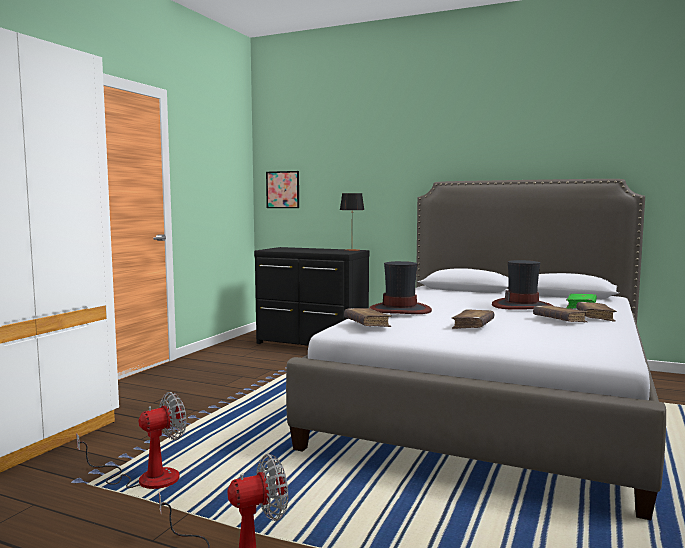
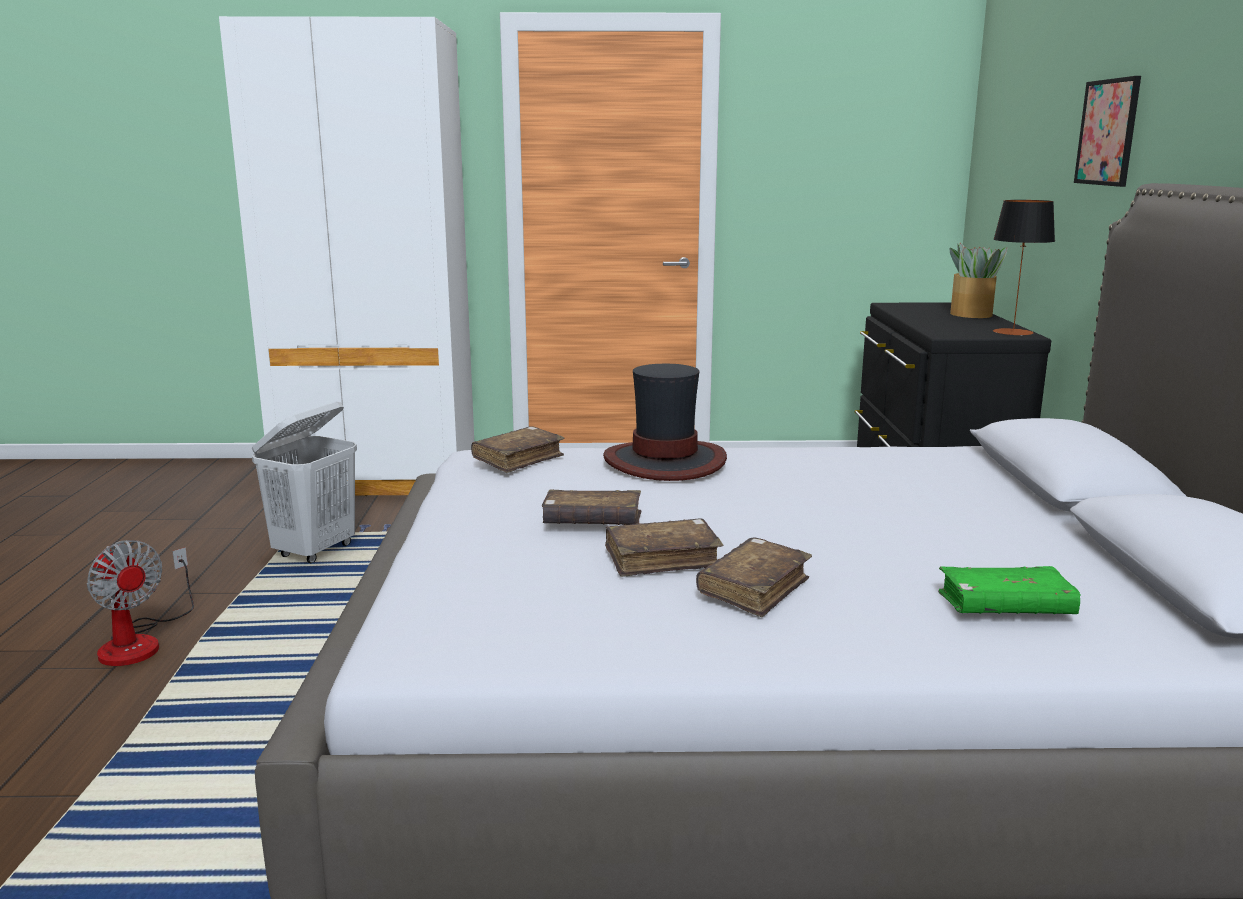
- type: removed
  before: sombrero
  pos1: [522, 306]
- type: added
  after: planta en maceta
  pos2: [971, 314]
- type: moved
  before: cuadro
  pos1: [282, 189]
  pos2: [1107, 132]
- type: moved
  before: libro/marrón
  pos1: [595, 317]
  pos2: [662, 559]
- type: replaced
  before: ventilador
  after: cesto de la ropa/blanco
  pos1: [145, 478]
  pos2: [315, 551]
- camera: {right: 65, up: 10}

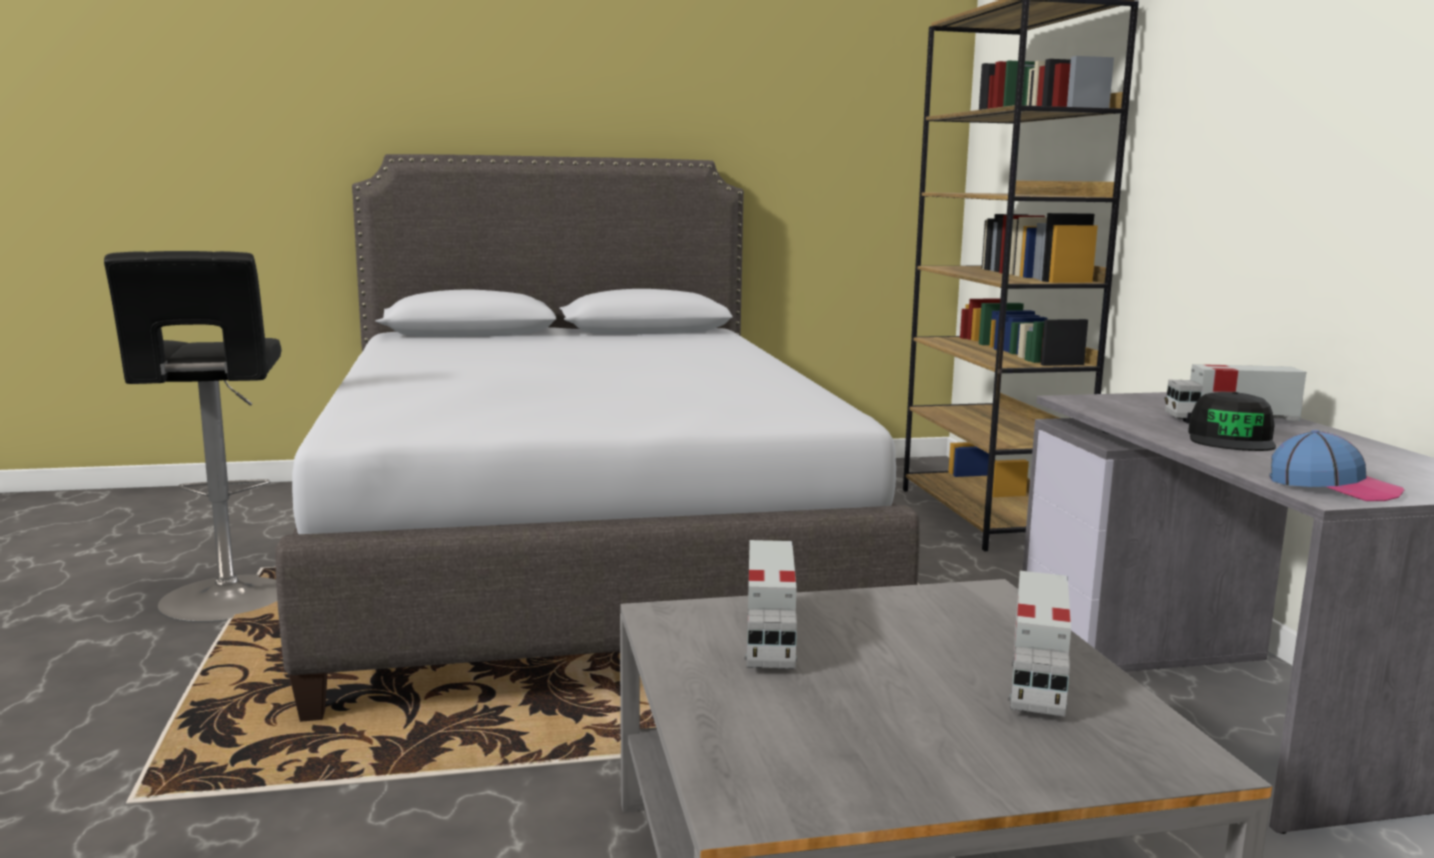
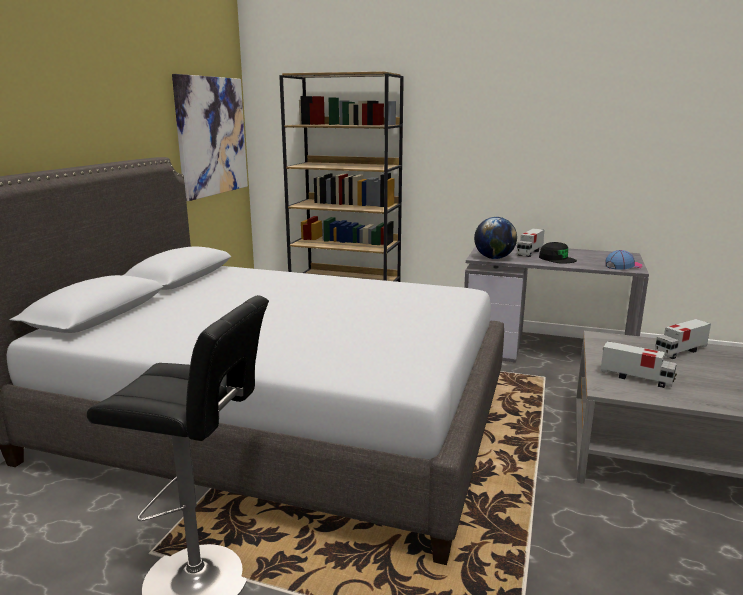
- type: added
  after: cuadro
  pos2: [212, 136]
- type: added
  after: globo terráqueo
  pos2: [494, 258]
- type: turned
  before: camión de juguete
  pos1: [1037, 680]
  pos2: [680, 351]
  turn: 105
- camera: {right: -60, up: 5}

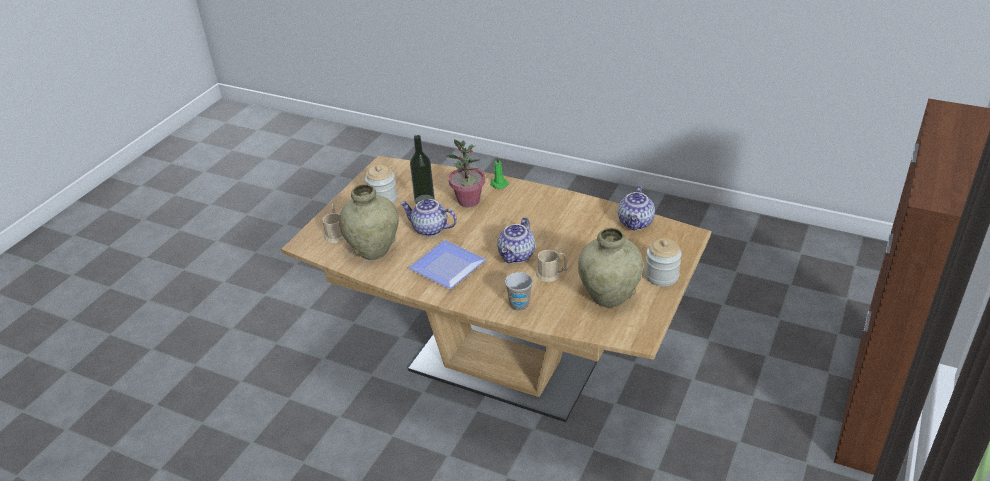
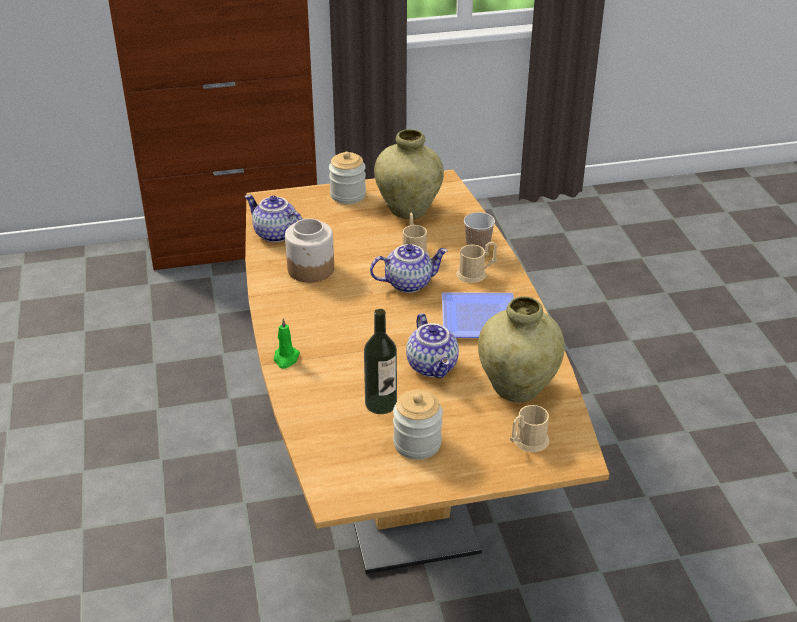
- type: removed
  before: planta en maceta
  pos1: [468, 201]
- type: added
  after: tarro
  pos2: [311, 269]
- type: added
  after: taza grande/beis
  pos2: [476, 273]
- type: turned
  before: tetera
  pos1: [636, 223]
  pos2: [274, 234]
  turn: -120
- camera: {right: -130, up: 0}

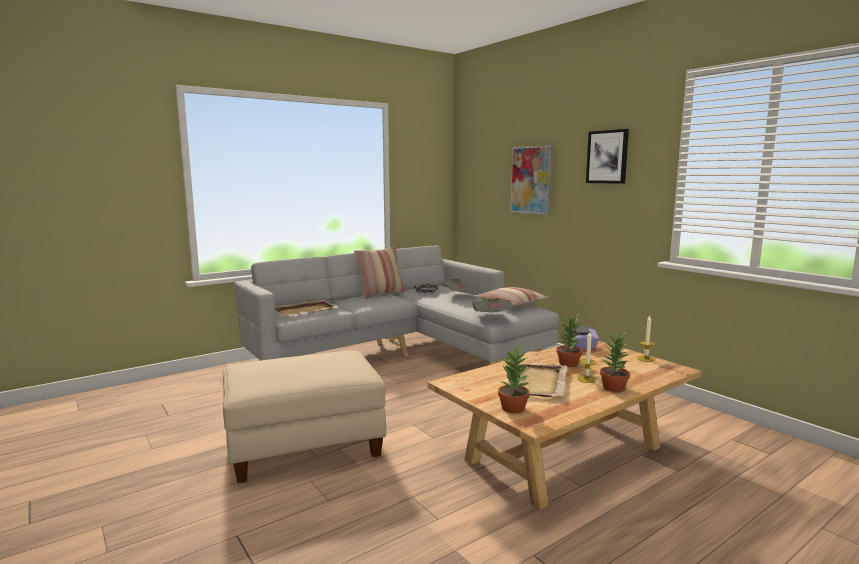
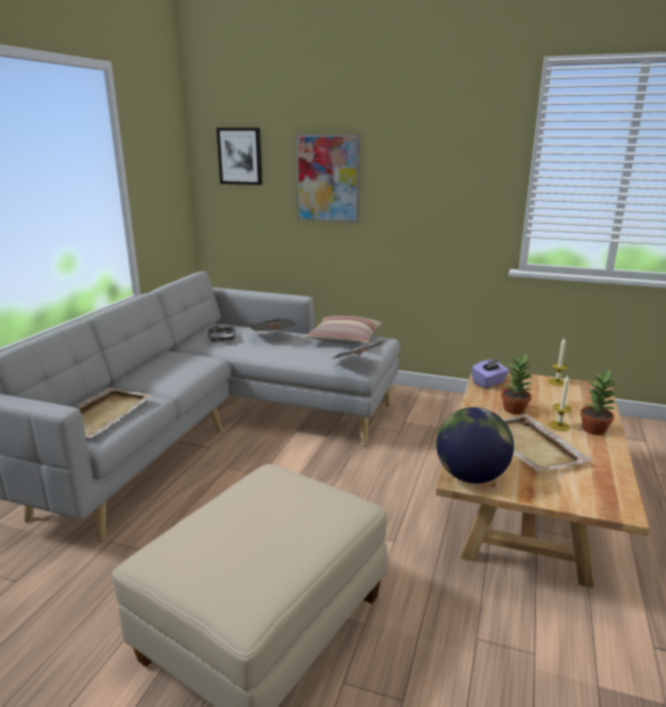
- type: removed
  before: cojín
  pos1: [381, 294]
- type: removed
  before: planta en maceta
  pos1: [513, 408]
- type: added
  after: globo terráqueo
  pos2: [470, 476]
- type: moved
  before: cuadro
  pos1: [607, 157]
  pos2: [240, 156]
- camera: {right: -35, up: 10}

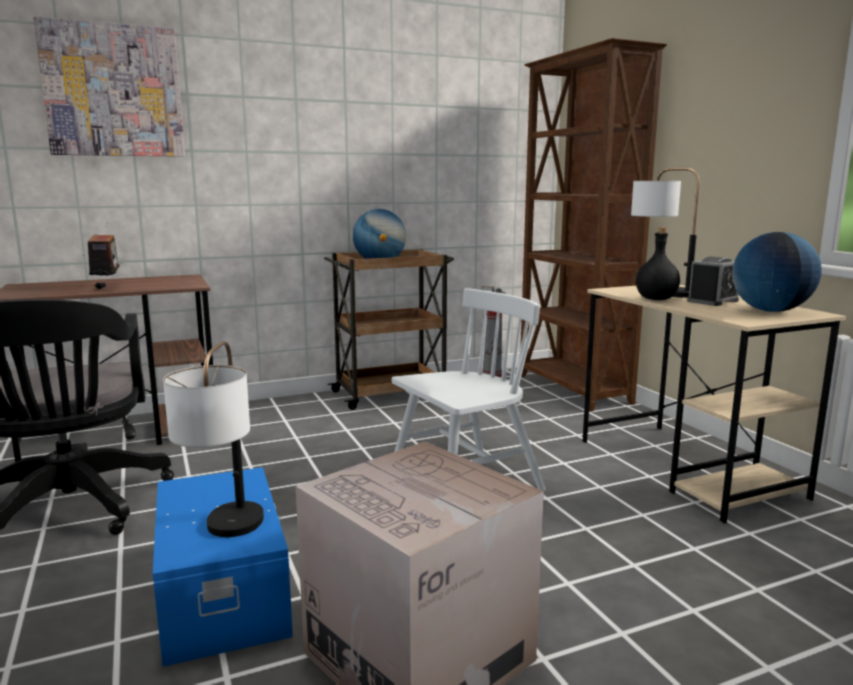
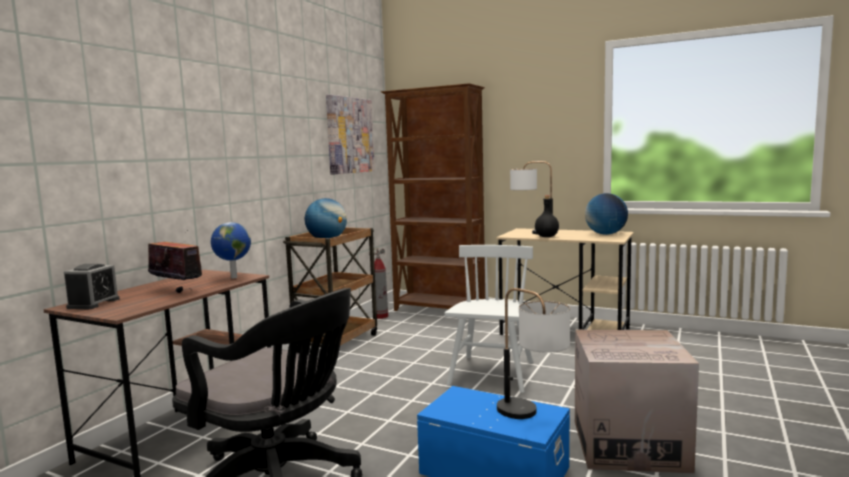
- type: added
  after: globo terráqueo
  pos2: [233, 277]
- type: moved
  before: cuadro
  pos1: [113, 91]
  pos2: [350, 135]
- type: moved
  before: despertador
  pos1: [712, 301]
  pos2: [93, 303]
- camera: {right: -40, up: -5}

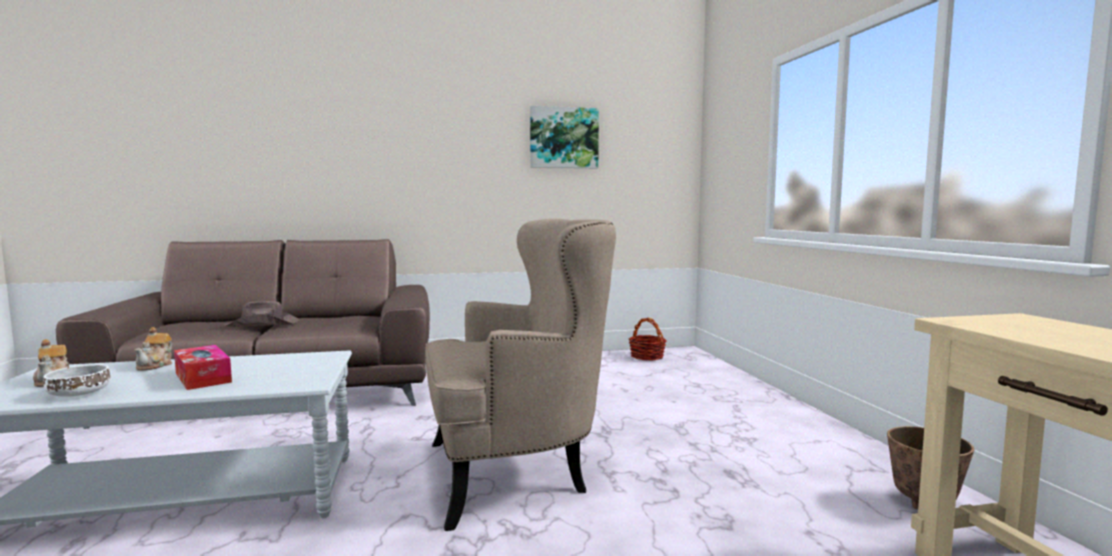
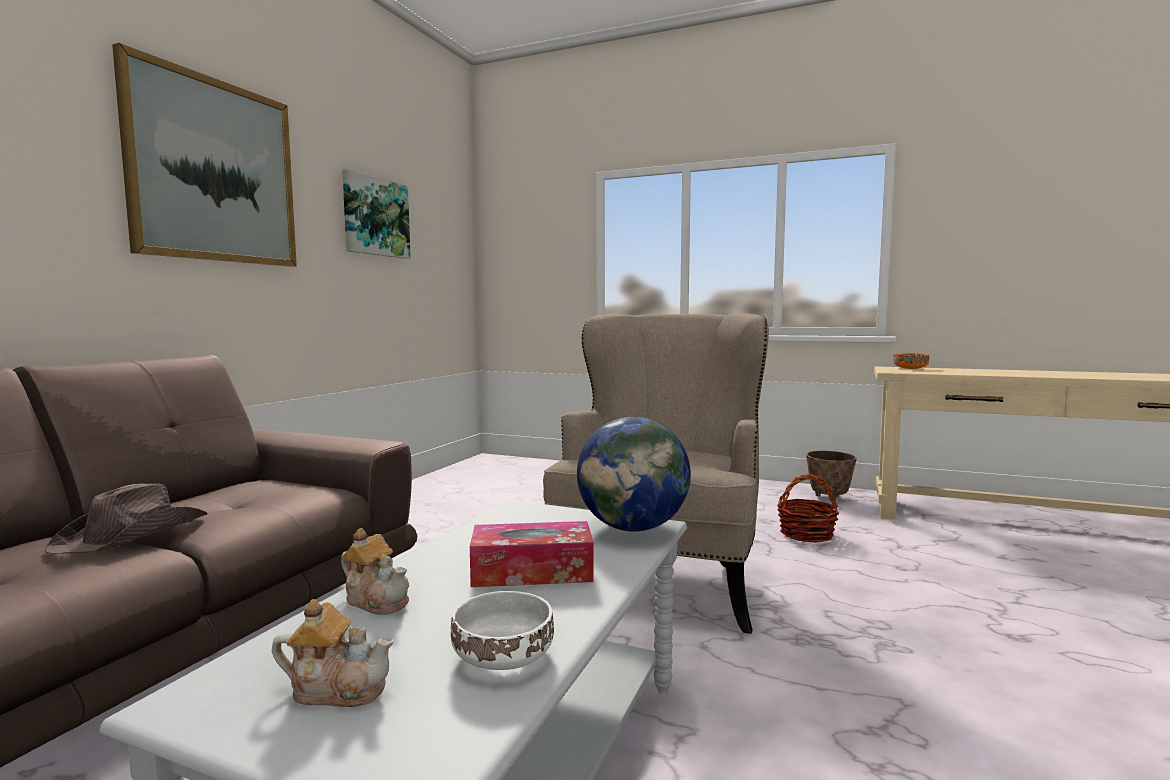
- type: added
  after: cuadro
  pos2: [214, 171]
- type: added
  after: globo terráqueo
  pos2: [633, 528]
- type: added
  after: cuenco/naranja
  pos2: [909, 368]
- type: moved
  before: cesta
  pos1: [647, 356]
  pos2: [806, 534]
- camera: {right: -55, up: 0}

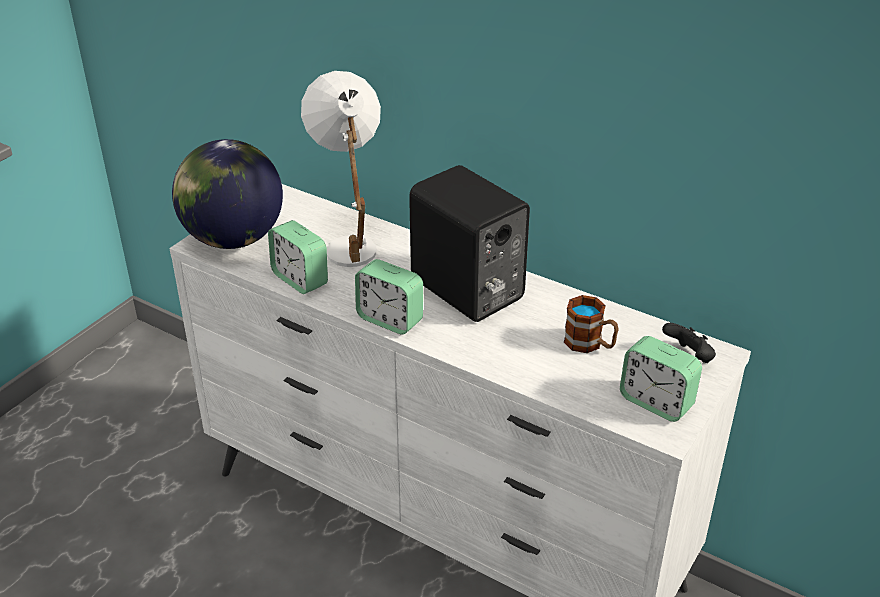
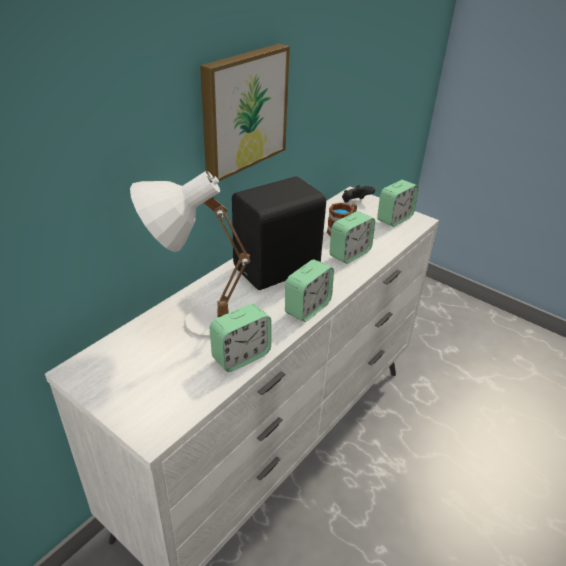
- type: removed
  before: globo terráqueo
  pos1: [234, 239]
- type: added
  after: cuadro
  pos2: [242, 110]
- type: added
  after: despertador
  pos2: [349, 254]
- camera: {right: -85, up: 0}

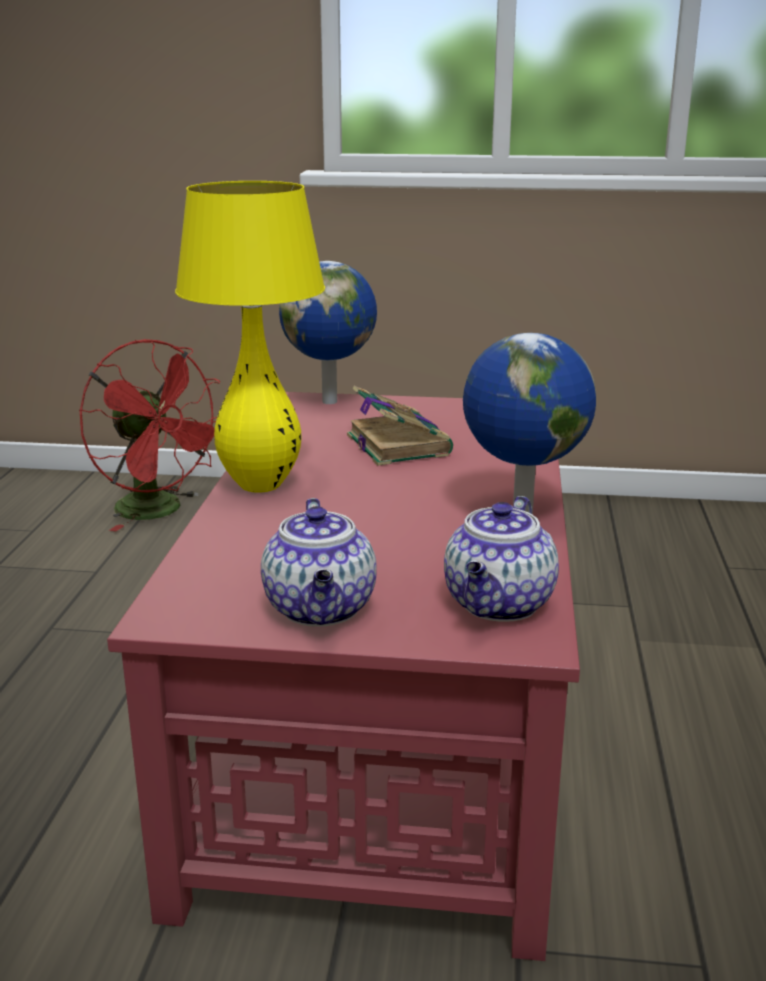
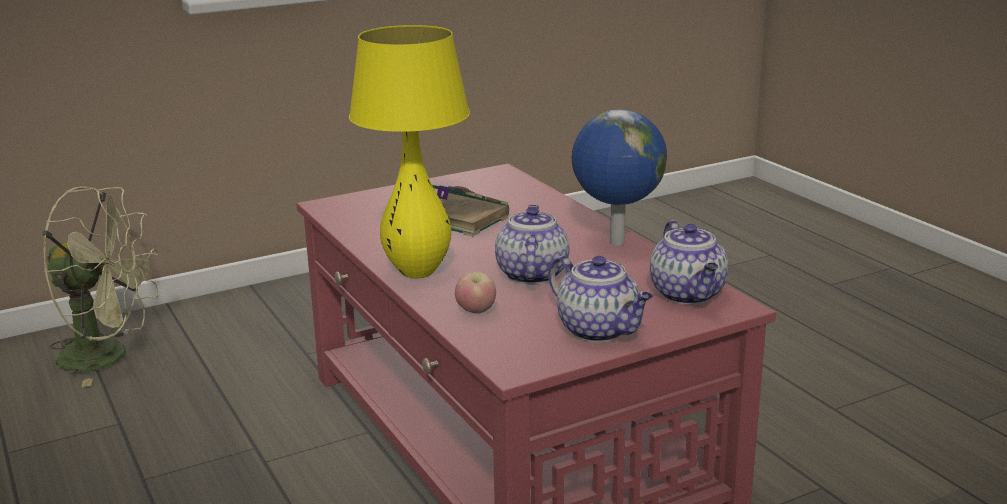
- type: removed
  before: globo terráqueo
  pos1: [331, 401]
- type: added
  after: manzana
  pos2: [476, 311]
- type: added
  after: tetera
  pos2: [531, 274]
- type: recoloured
  before: ventilador/rojo
  after: ventilador/verde
  pos1: [159, 512]
  pos2: [108, 357]
- camera: {right: -35, up: 0}

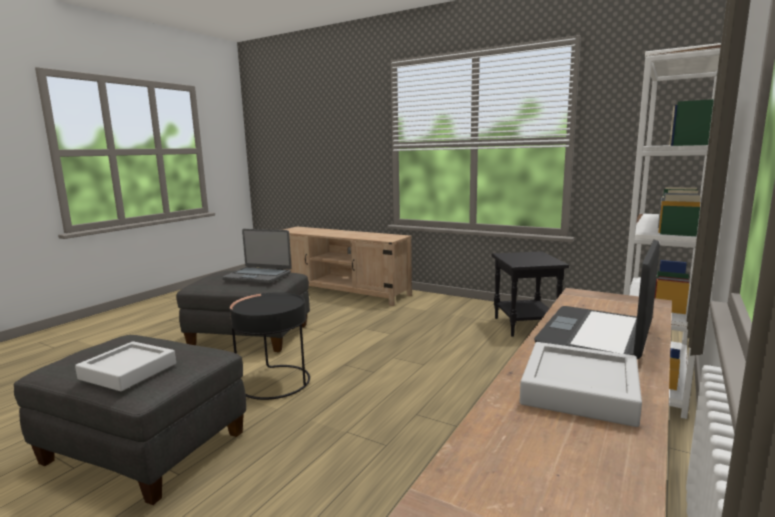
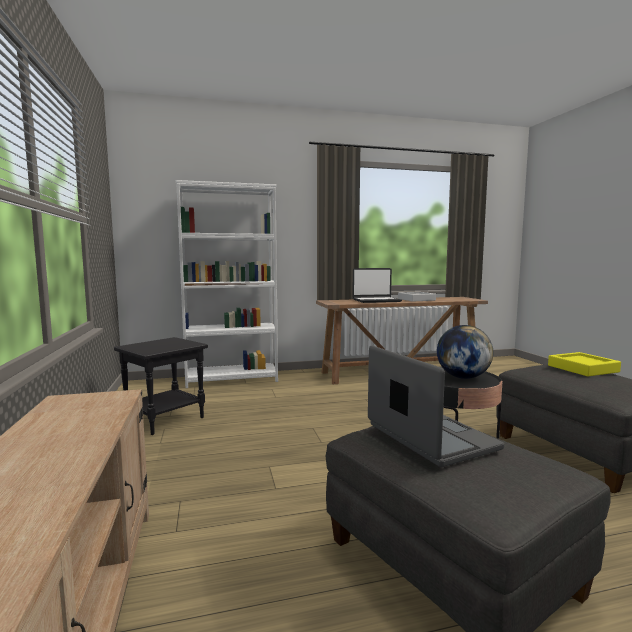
- type: added
  after: globo terráqueo
  pos2: [463, 377]
- type: recoloured
  before: bandeja/gris
  after: bandeja/amarillo
  pos1: [128, 371]
  pos2: [582, 368]
- camera: {right: -135, up: -5}

